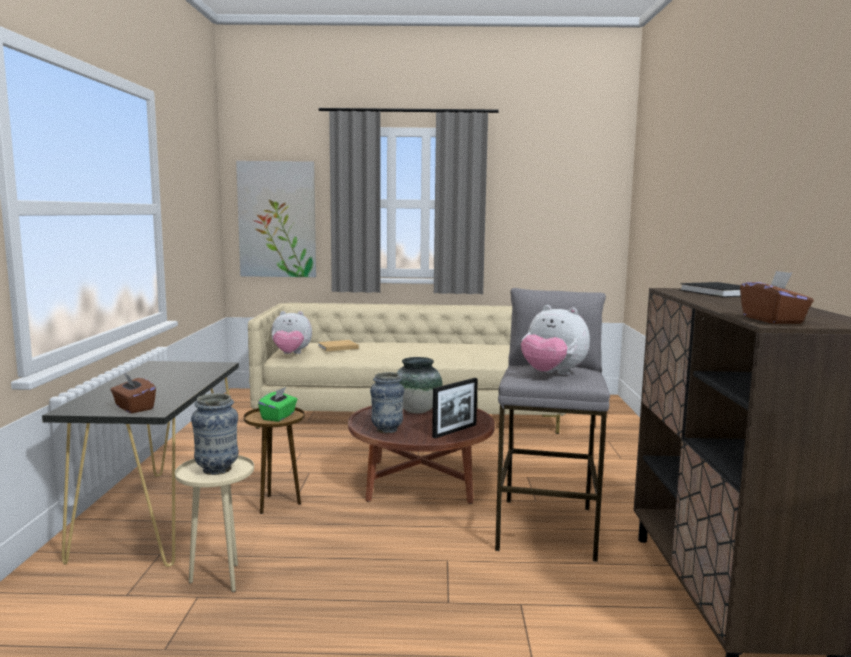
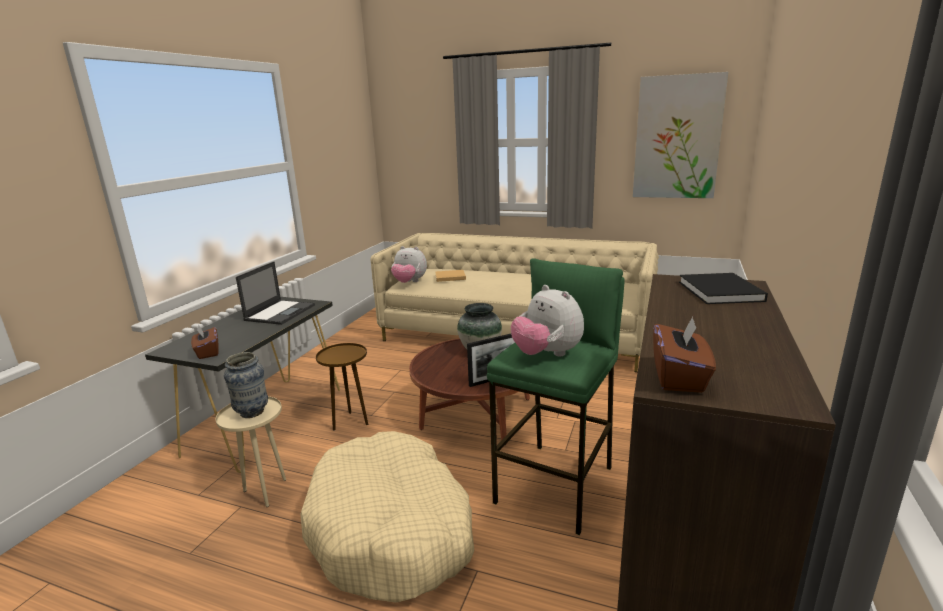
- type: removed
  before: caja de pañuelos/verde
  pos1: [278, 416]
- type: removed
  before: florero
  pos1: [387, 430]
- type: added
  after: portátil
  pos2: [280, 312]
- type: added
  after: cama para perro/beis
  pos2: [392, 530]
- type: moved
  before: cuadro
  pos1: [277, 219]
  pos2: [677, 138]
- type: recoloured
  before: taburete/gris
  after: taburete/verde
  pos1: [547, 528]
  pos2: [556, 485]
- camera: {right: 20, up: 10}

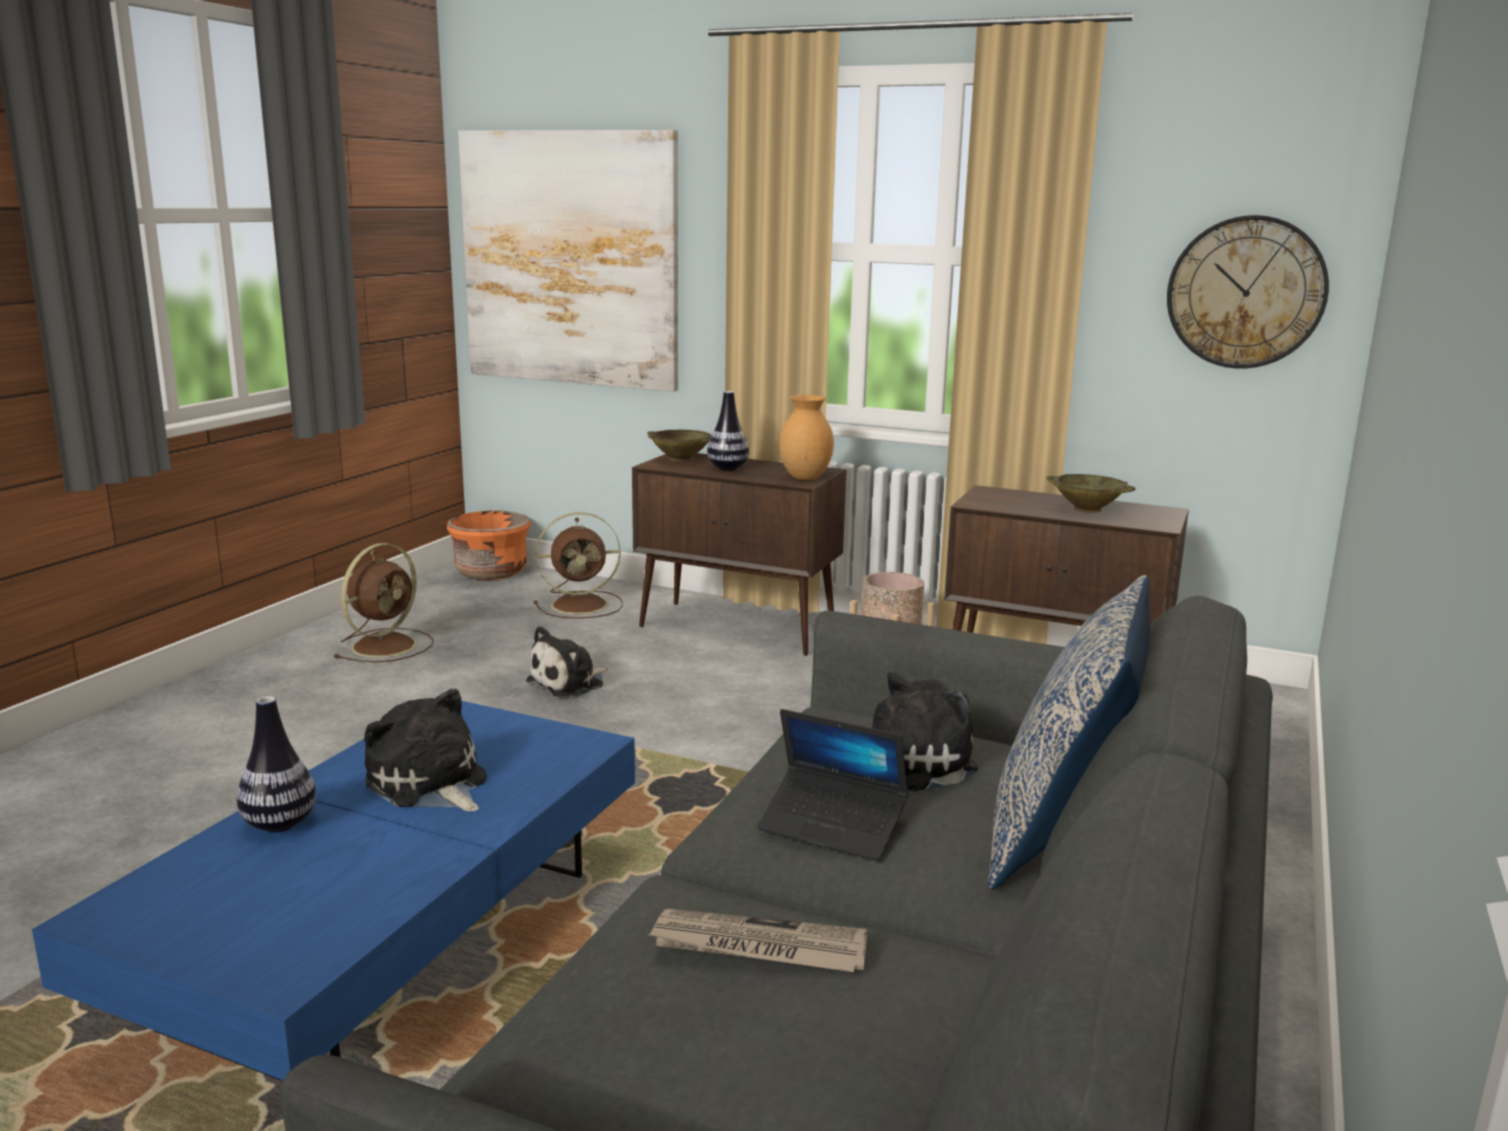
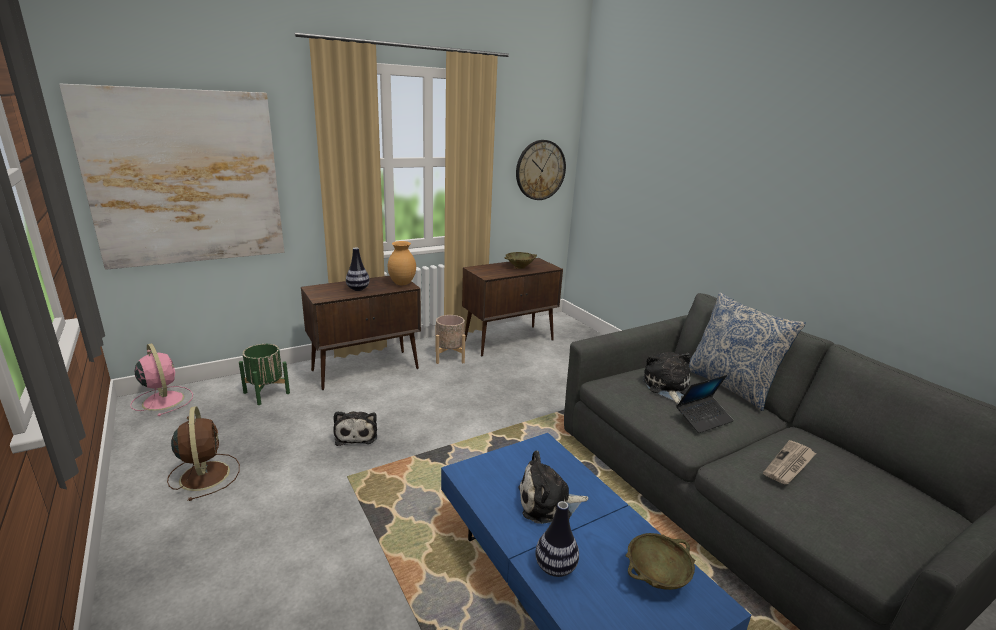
- type: moved
  before: cuenco/beis
  pos1: [680, 459]
  pos2: [656, 578]
- type: replaced
  before: maceta/naranja
  after: ventilador/rosa
  pos1: [491, 572]
  pos2: [163, 400]
- type: replaced
  before: ventilador/marrón
  after: maceta/verde
  pos1: [582, 605]
  pos2: [266, 393]
- camera: {right: -55, up: 5}

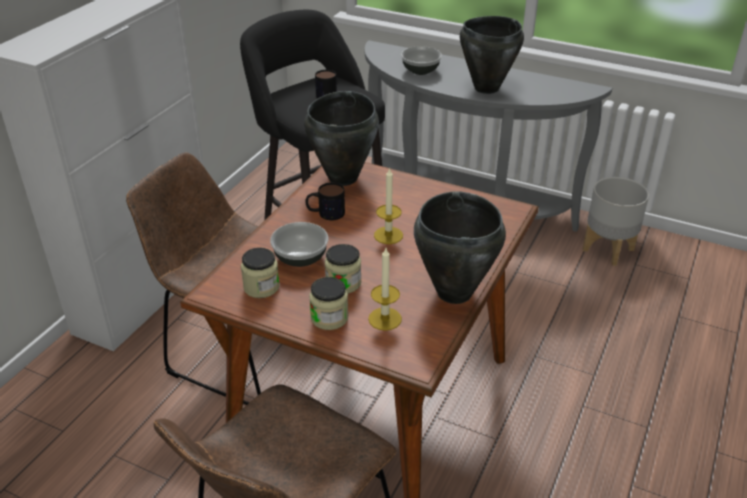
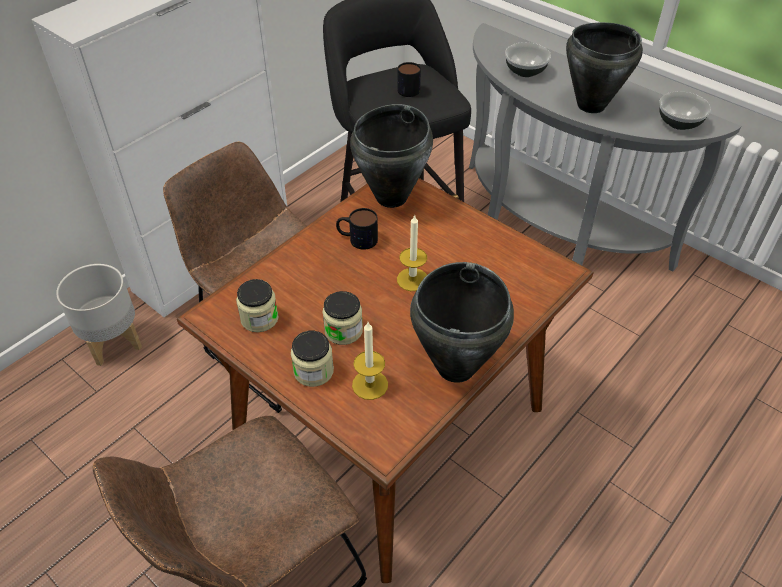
- type: moved
  before: cuenco
  pos1: [301, 258]
  pos2: [679, 123]
- type: moved
  before: maceta/gris
  pos1: [608, 249]
  pos2: [114, 342]
- camera: {right: 15, up: 10}

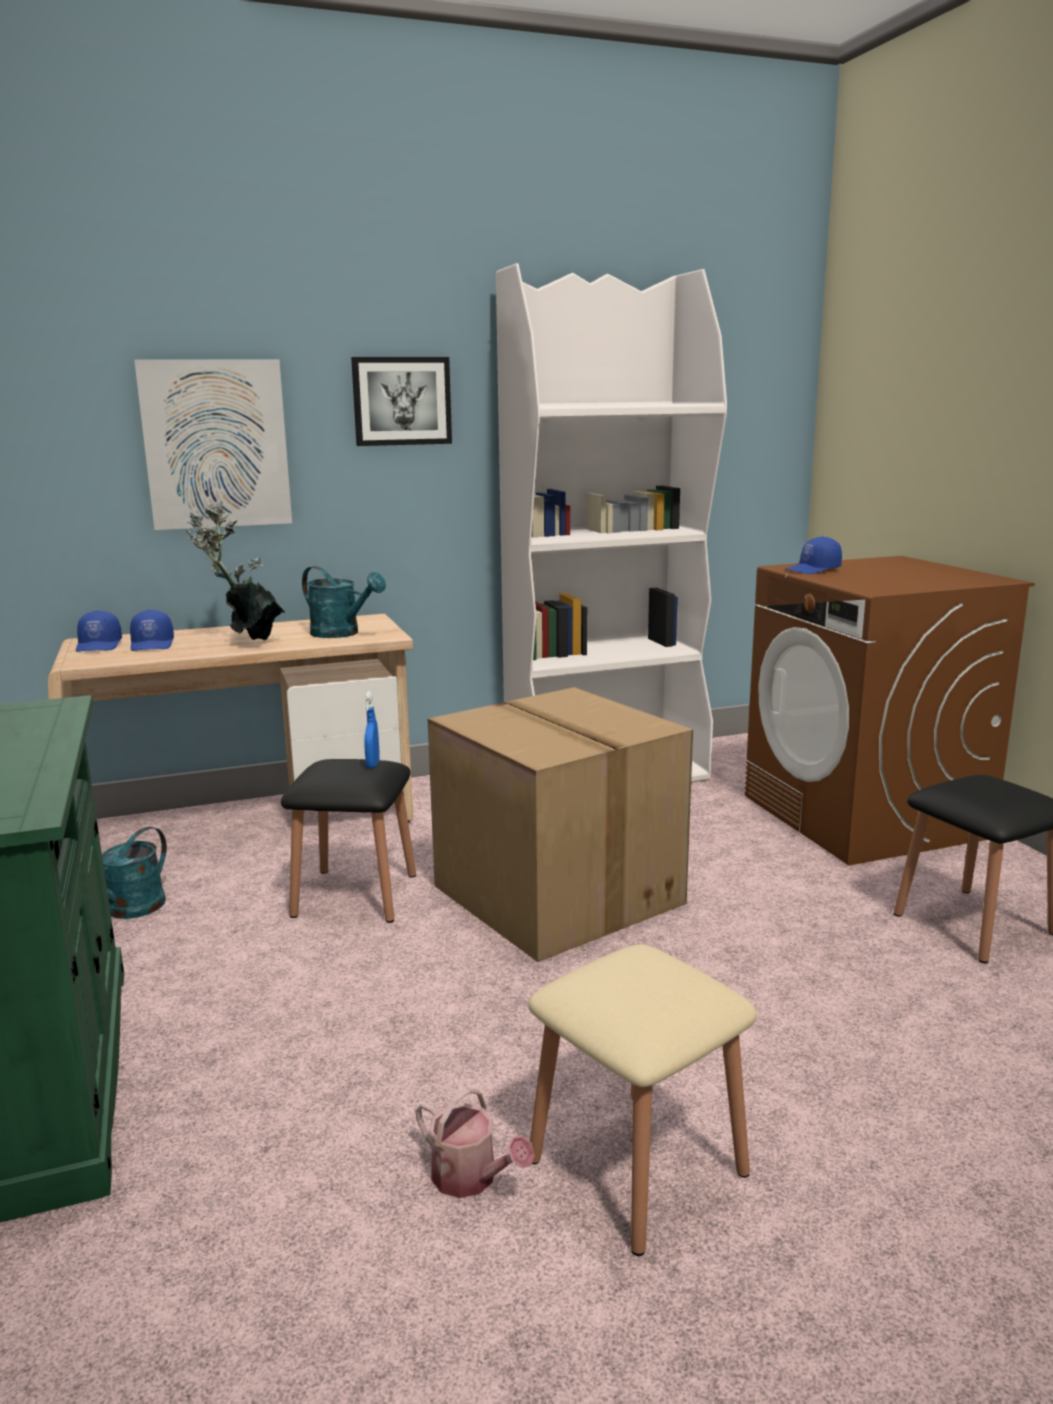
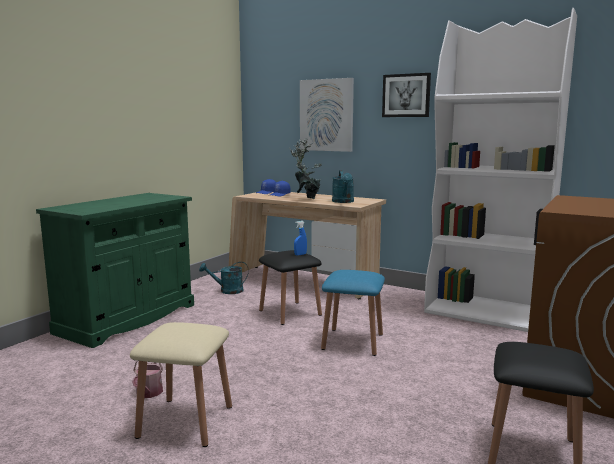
- type: removed
  before: gorra/azul
  pos1: [813, 570]
- type: replaced
  before: caja de cartón
  after: taburete/azul
  pos1: [553, 894]
  pos2: [352, 341]
- camera: {right: 50, up: -5}

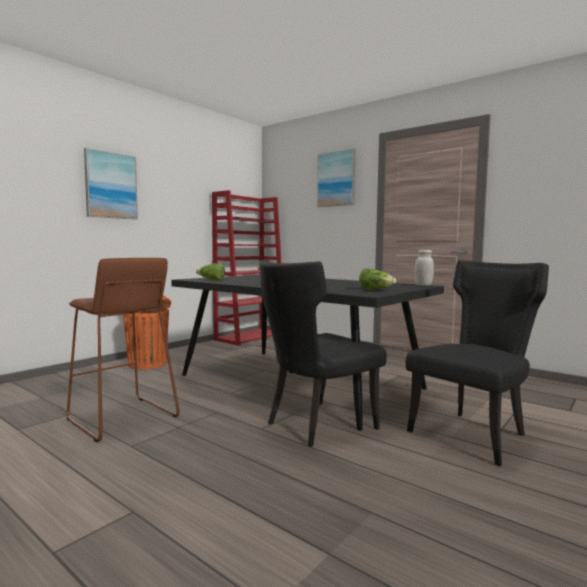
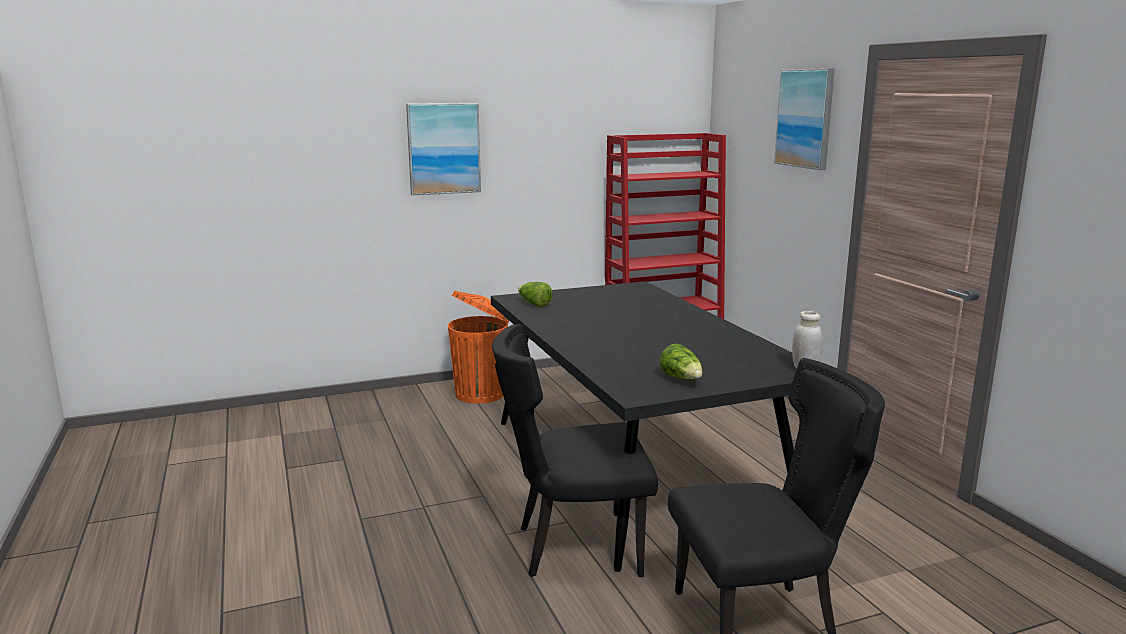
- type: removed
  before: taburete/marrón
  pos1: [121, 418]
- camera: {right: 30, up: 10}

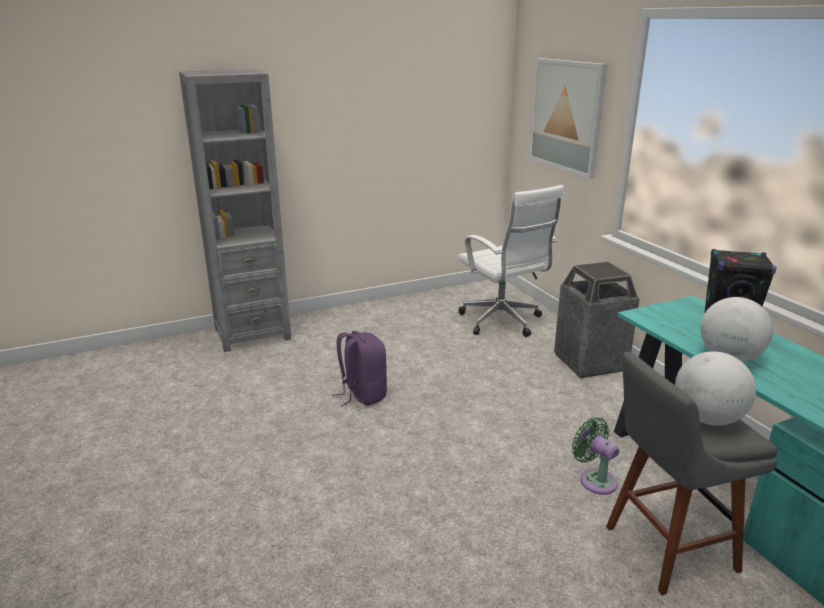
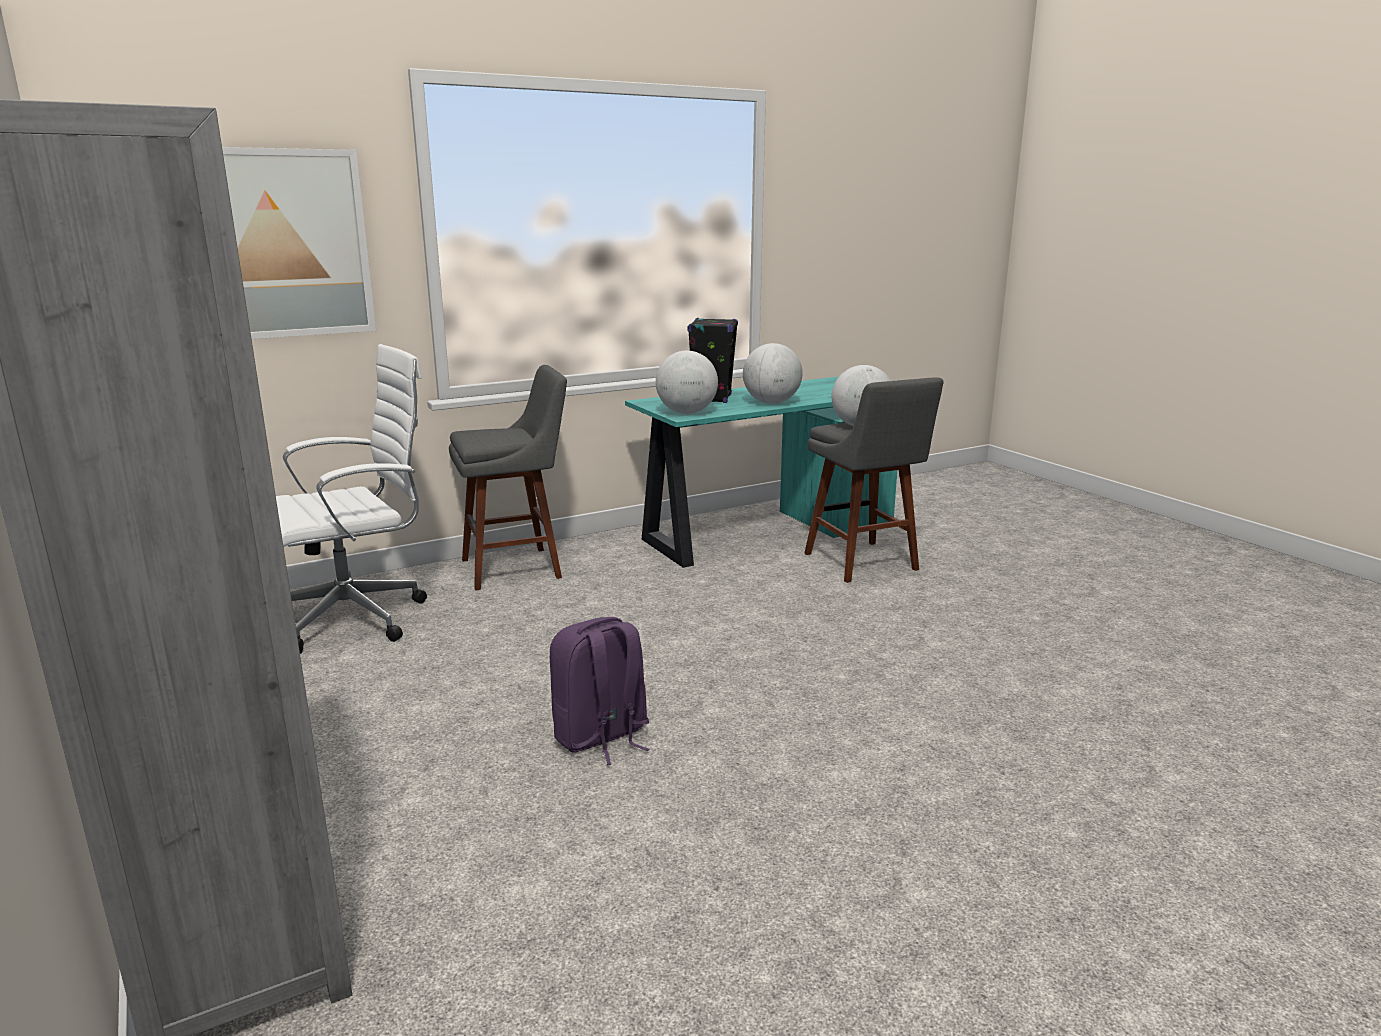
- type: removed
  before: ventilador/verde
  pos1: [595, 480]
- type: added
  after: globo terráqueo
  pos2: [686, 413]
- type: replaced
  before: papelera
  after: taburete/gris
  pos1: [589, 362]
  pos2: [517, 568]
- camera: {right: -95, up: -5}

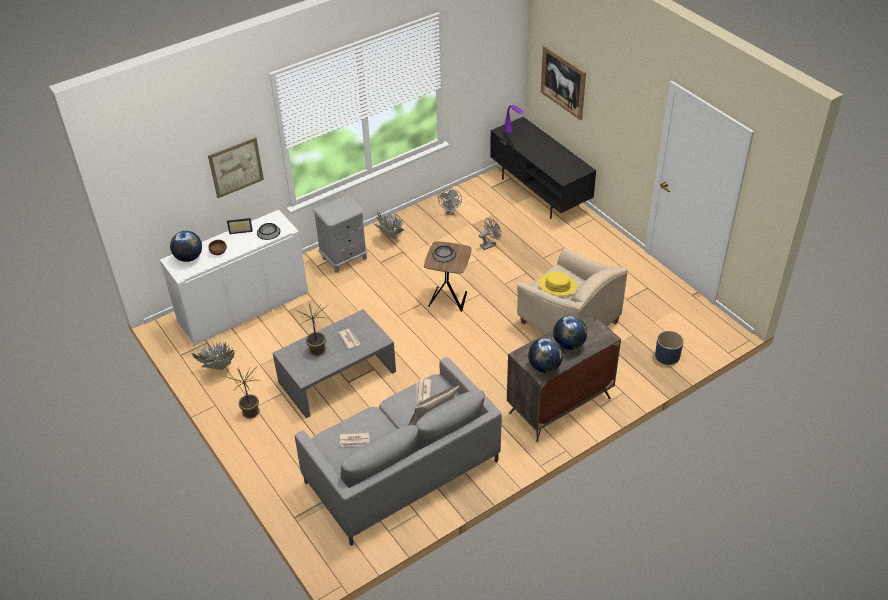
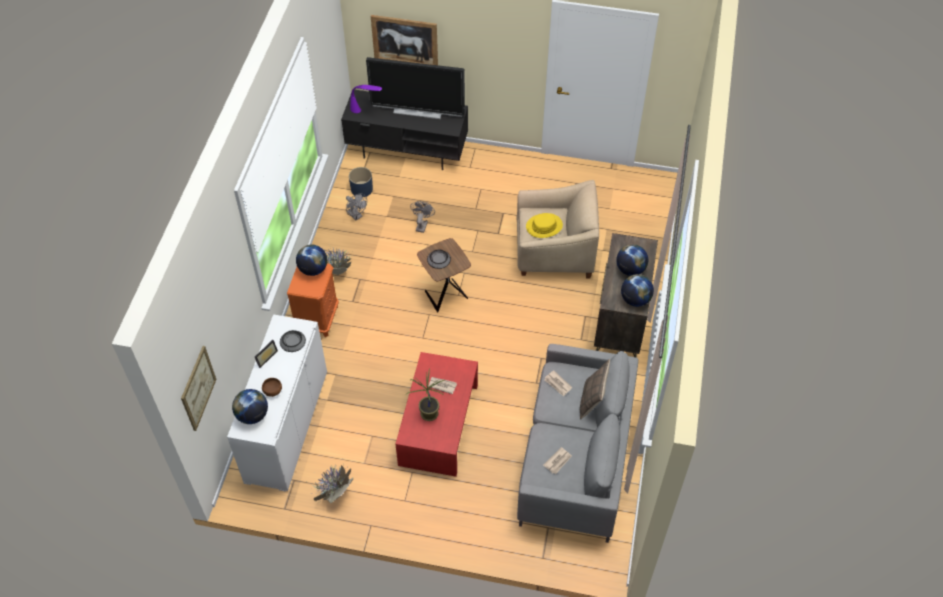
- type: removed
  before: planta en maceta
  pos1: [250, 412]
- type: added
  after: globo terráqueo
  pos2: [313, 269]
- type: added
  after: televisor
  pos2: [418, 111]
- type: moved
  before: cuadro
  pos1: [236, 167]
  pos2: [198, 388]
- type: moved
  before: maceta/azul
  pos1: [667, 356]
  pos2: [361, 189]
- type: recoloured
  before: mesa de centro/gris
  after: mesa de centro/rojo
  pos1: [337, 377]
  pos2: [439, 424]
- type: recoloured
  before: mesita de noche/gris
  after: mesita de noche/naranja
  pos1: [344, 258]
  pos2: [318, 318]
- camera: {right: -45, up: 10}

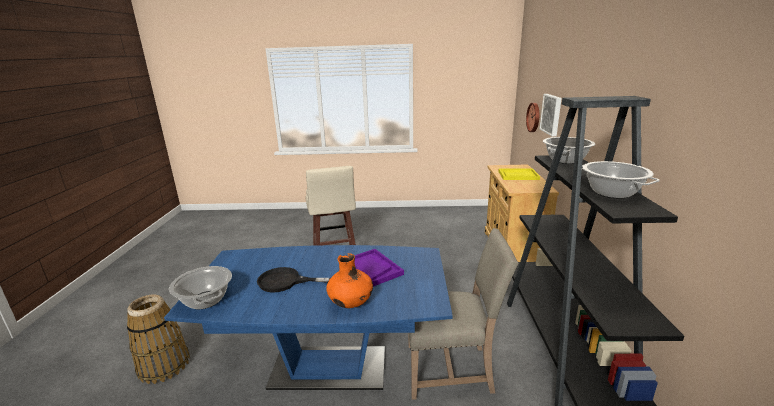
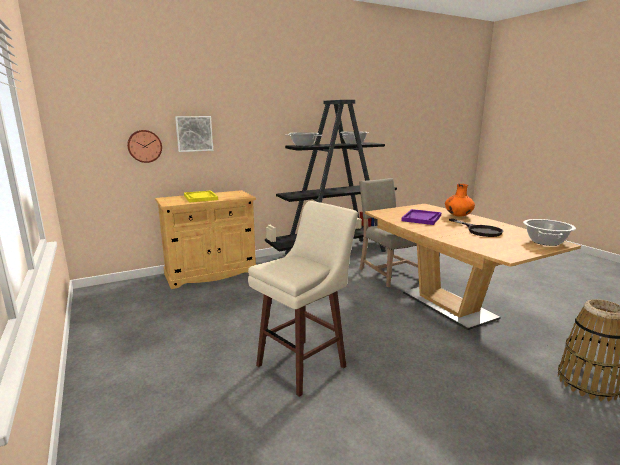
- type: recoloured
  before: mesa de comedor/azul
  after: mesa de comedor/marrón
  pos1: [328, 368]
  pos2: [448, 305]
- camera: {right: -120, up: -5}

